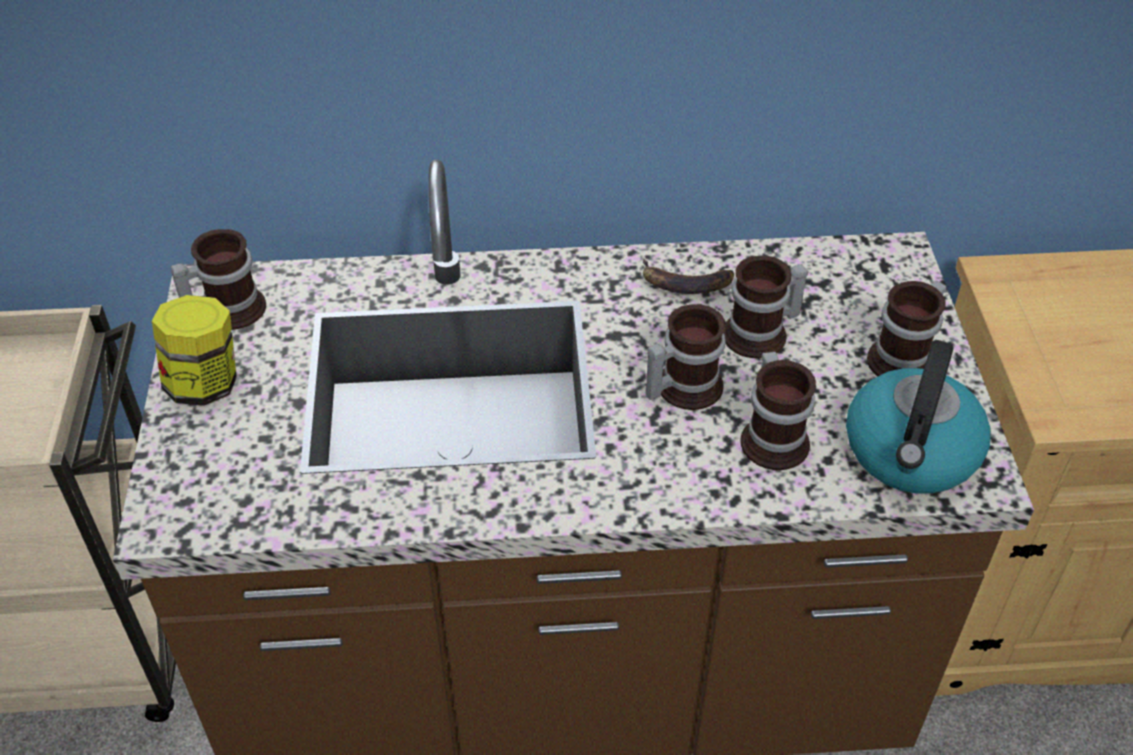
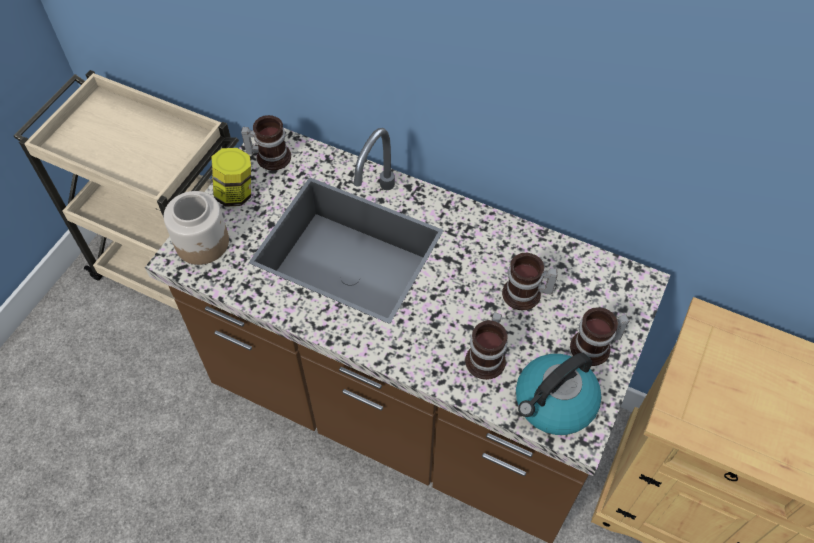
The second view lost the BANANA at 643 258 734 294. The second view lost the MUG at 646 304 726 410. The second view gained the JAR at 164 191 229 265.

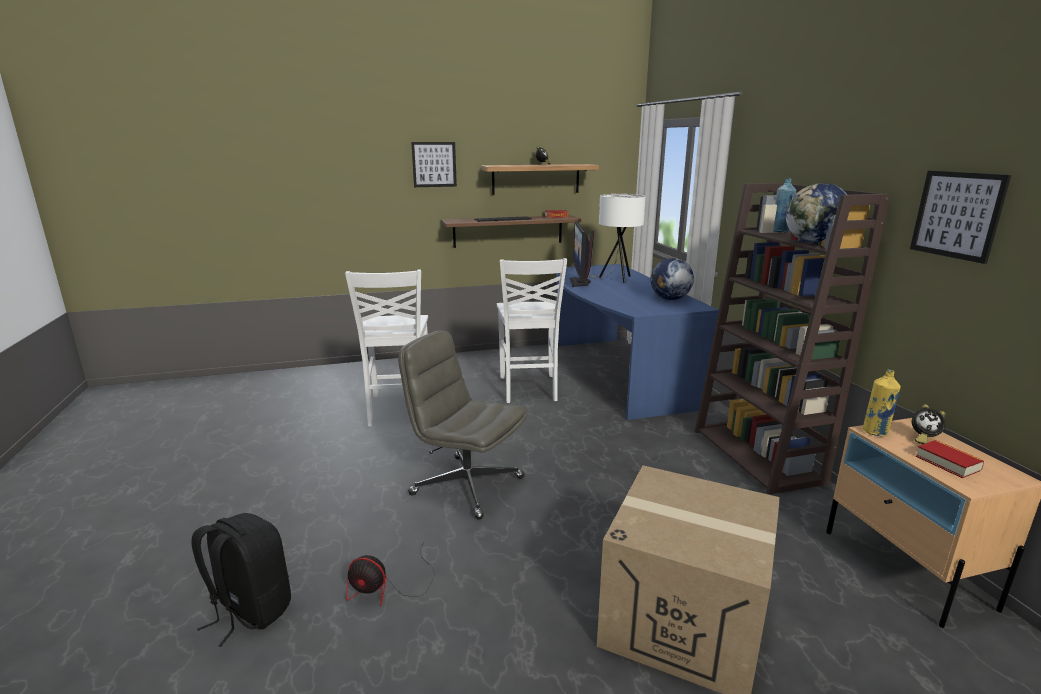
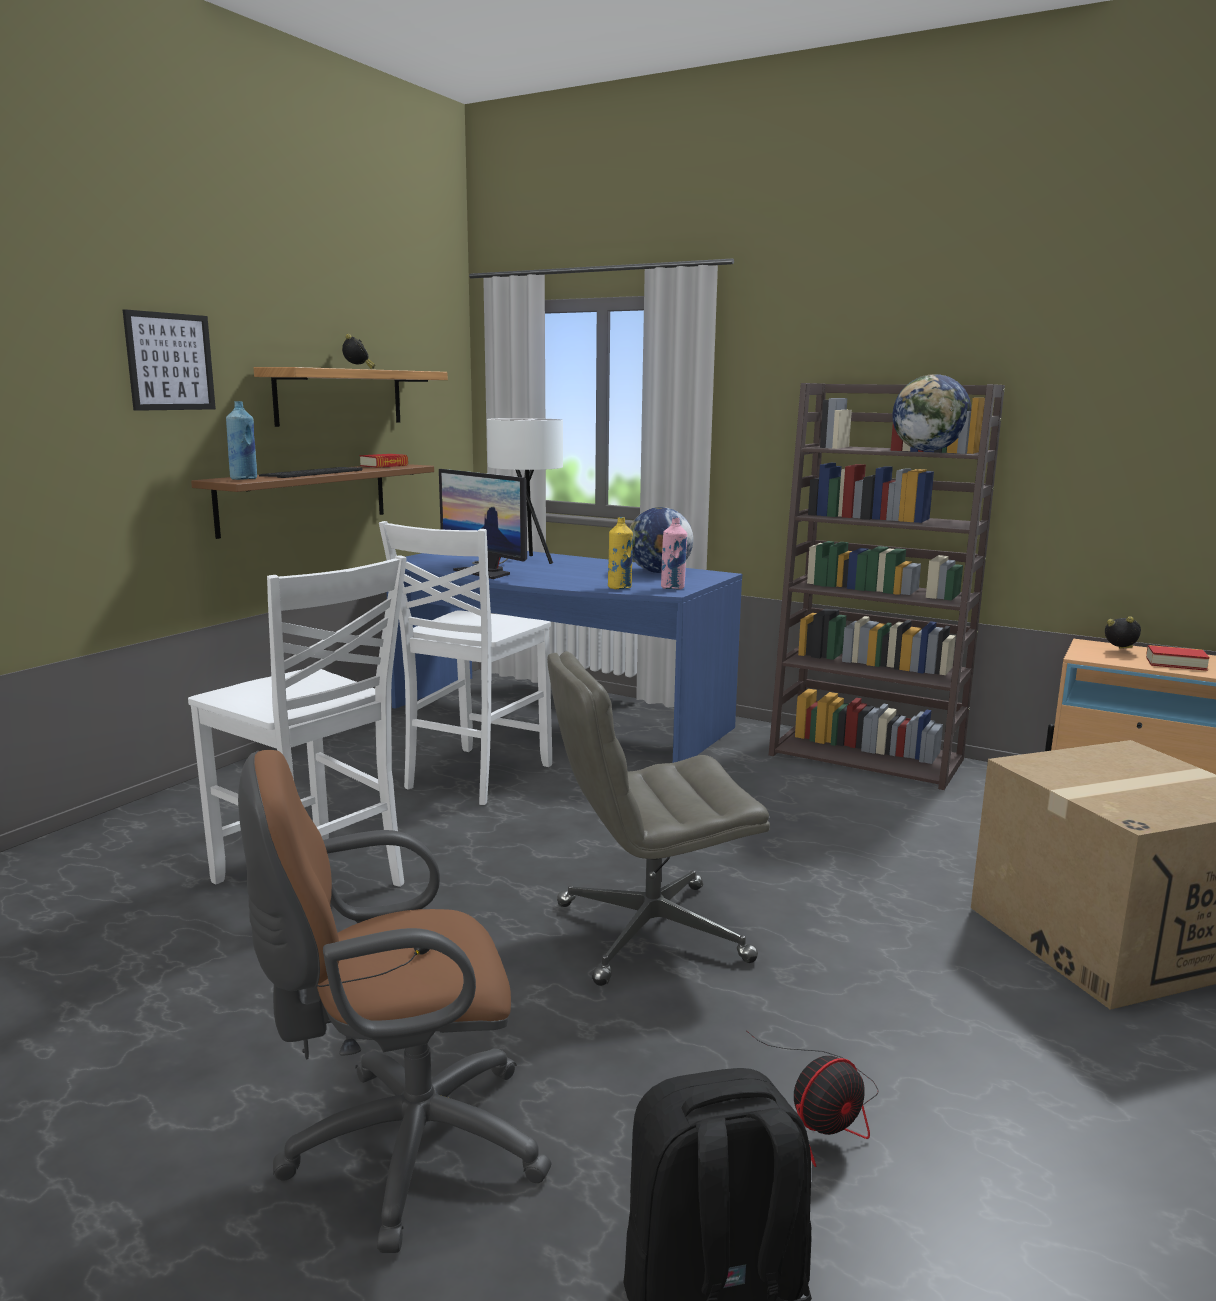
The second view lost the PICTURE at 910 171 1011 264. The second view gained the BROWN OFFICE CHAIR at 238 750 552 1253. The second view gained the PINK BOTTLE at 661 517 687 589. The BLUE BOTTLE ended up elsewhere, having gone from 773 178 796 232 to 226 401 257 480. The YELLOW BOTTLE ended up elsewhere, having gone from 863 370 900 436 to 608 517 633 589. The WHITE CHAIR at 497 258 567 403 ended up facing another way, 75 degrees clockwise from before. The ALARM CLOCK at 912 404 946 444 ended up facing another way, 135 degrees counterclockwise from before.

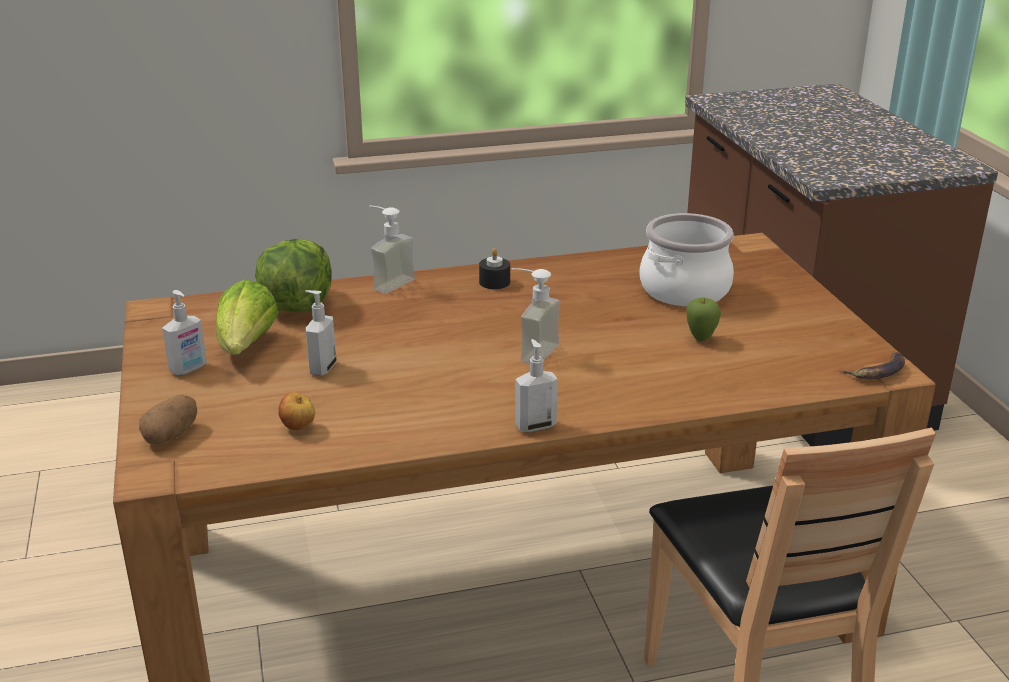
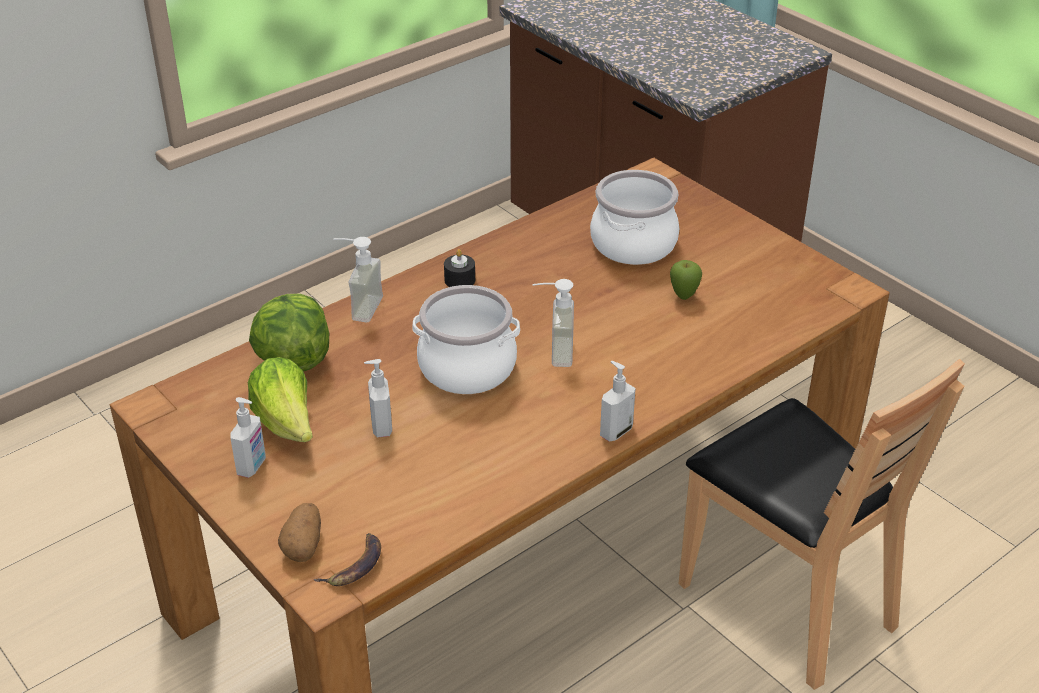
The second view lost the APPLE at 278 392 315 430. The second view gained the COOKING POT at 412 285 520 394. The BANANA ended up elsewhere, having gone from 839 352 905 379 to 314 533 381 586.

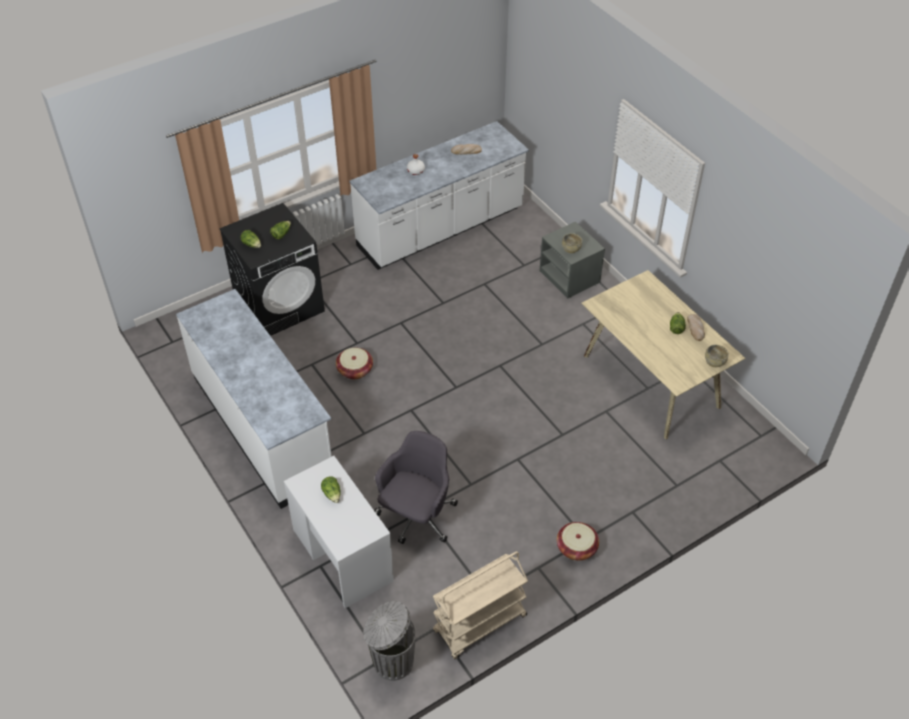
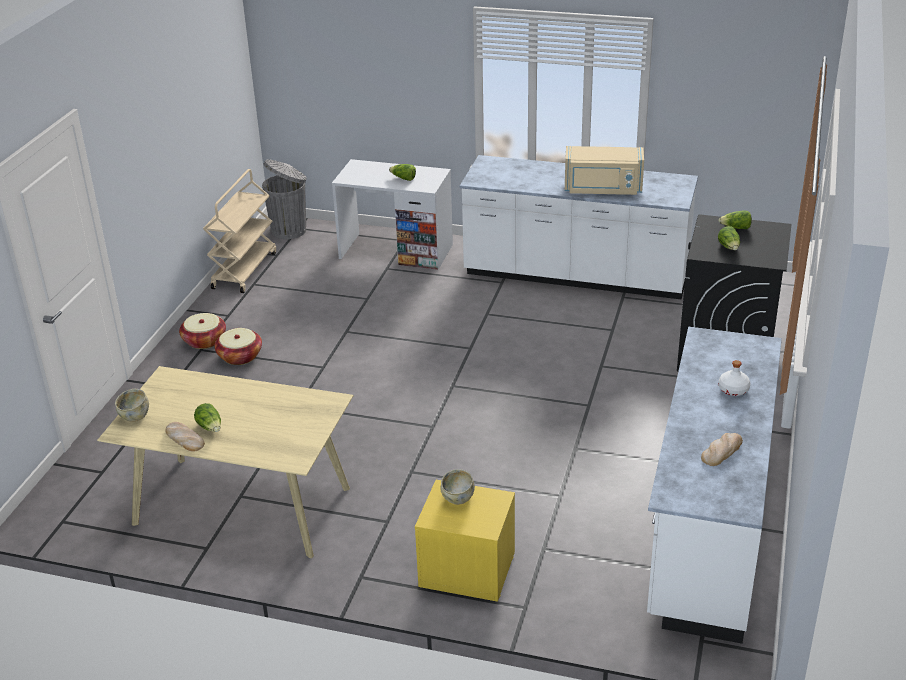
The second view lost the GREY OFFICE CHAIR at 374 431 458 544. The second view gained the BEIGE MICROWAVE at 565 146 644 195. The BASKET ended up elsewhere, having gone from 336 348 373 379 to 215 328 262 365. What was the GREY NIGHTSTAND at 540 222 605 299 turned into the YELLOW NIGHTSTAND at 415 480 515 602.

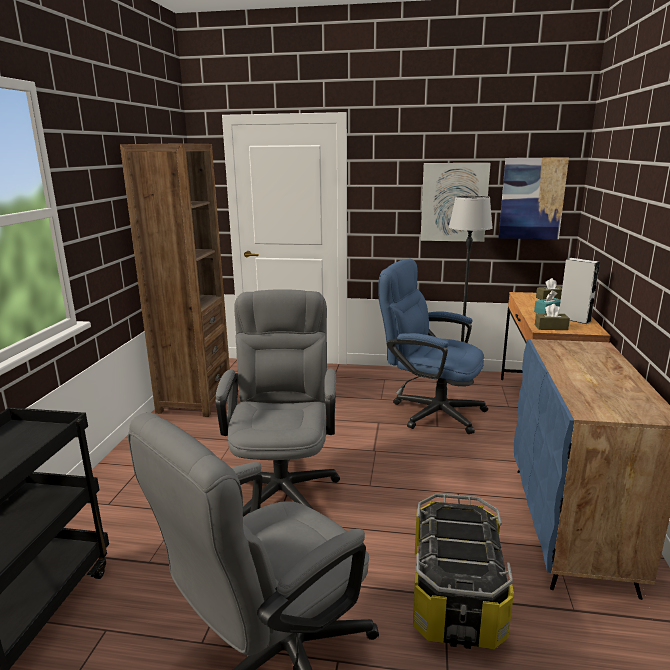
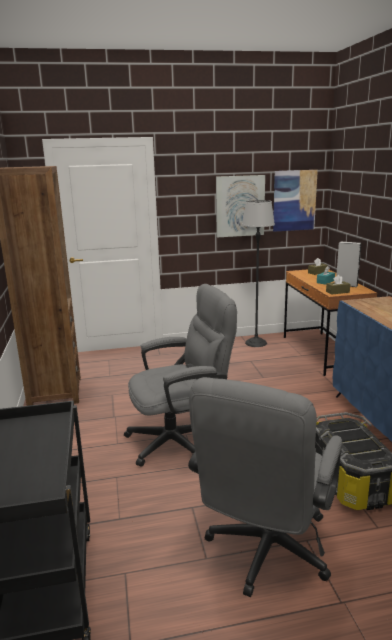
The second view lost the BLUE OFFICE CHAIR at 378 258 488 434. The GREY OFFICE CHAIR at 216 289 340 517 ended up facing another way, 90 degrees clockwise from before.

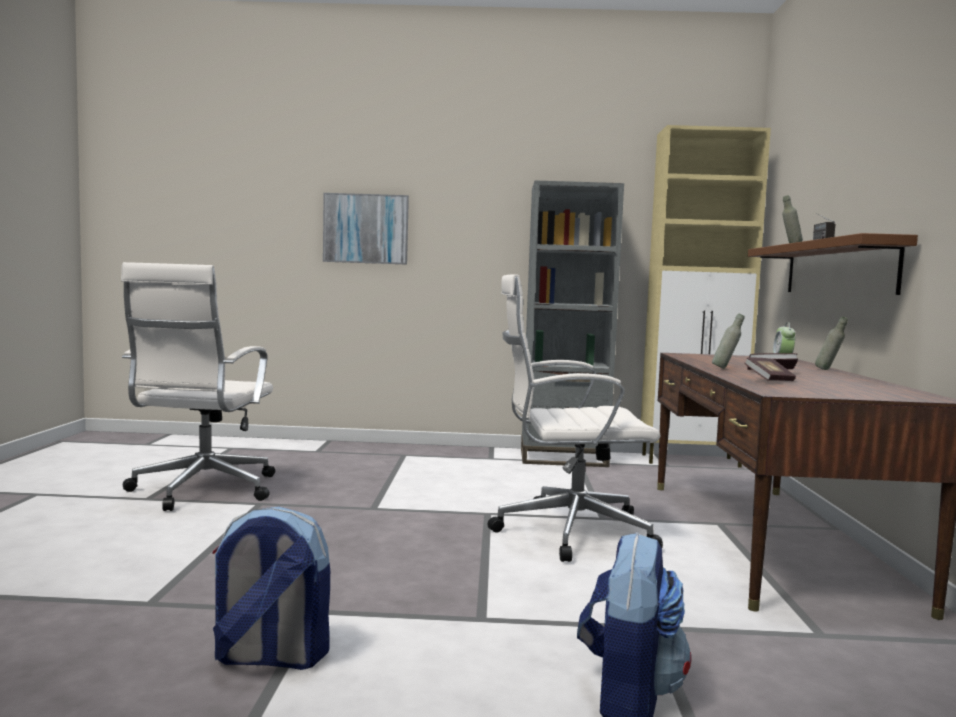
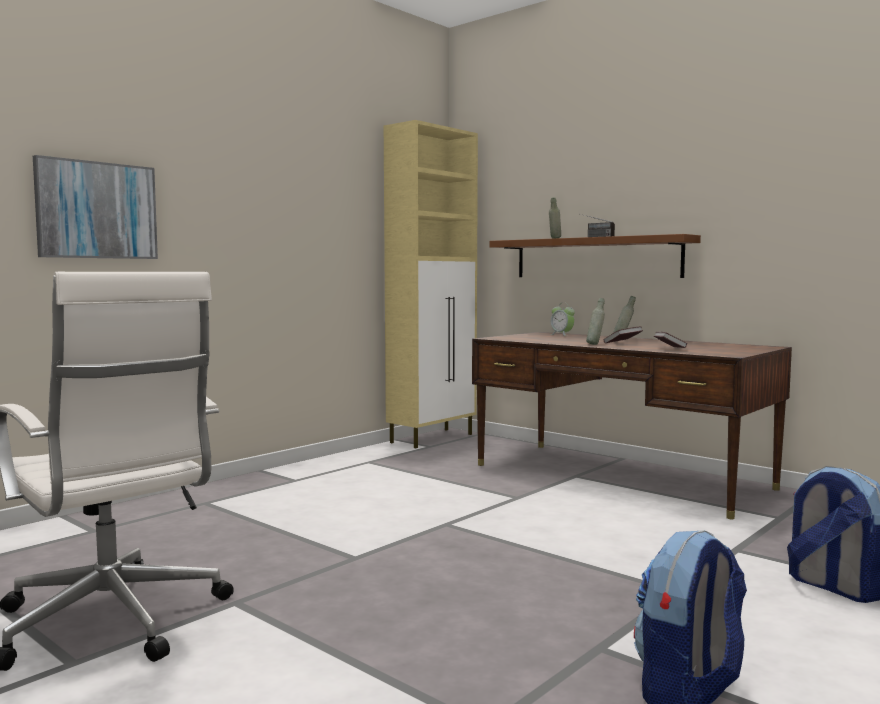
The second view lost the WHITE OFFICE CHAIR at 488 274 663 562. The second view lost the GREY BOOKCASE at 521 181 624 467.

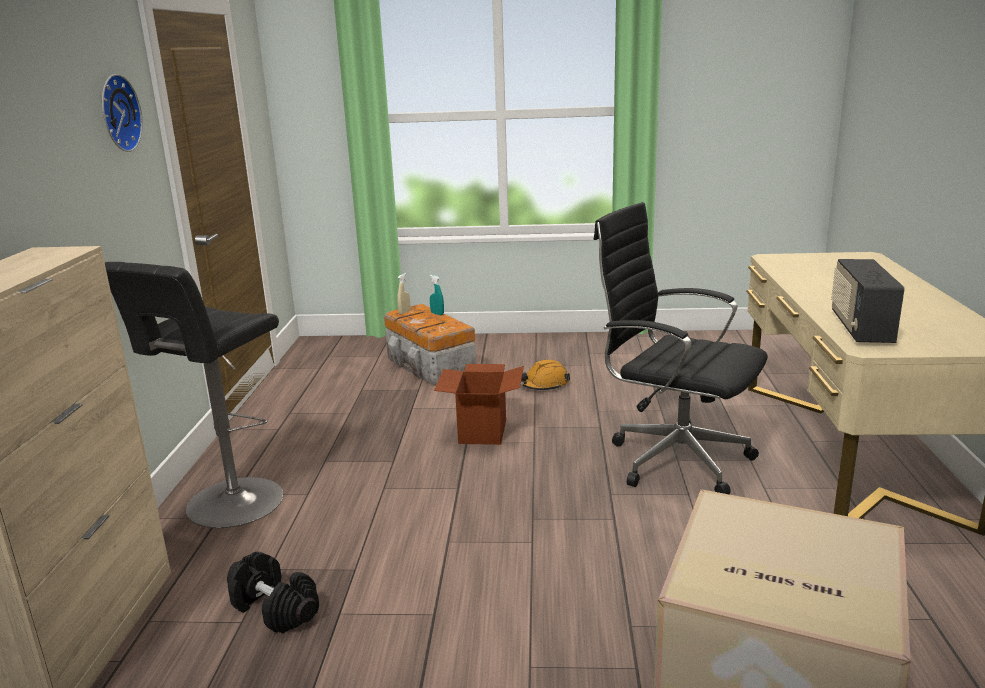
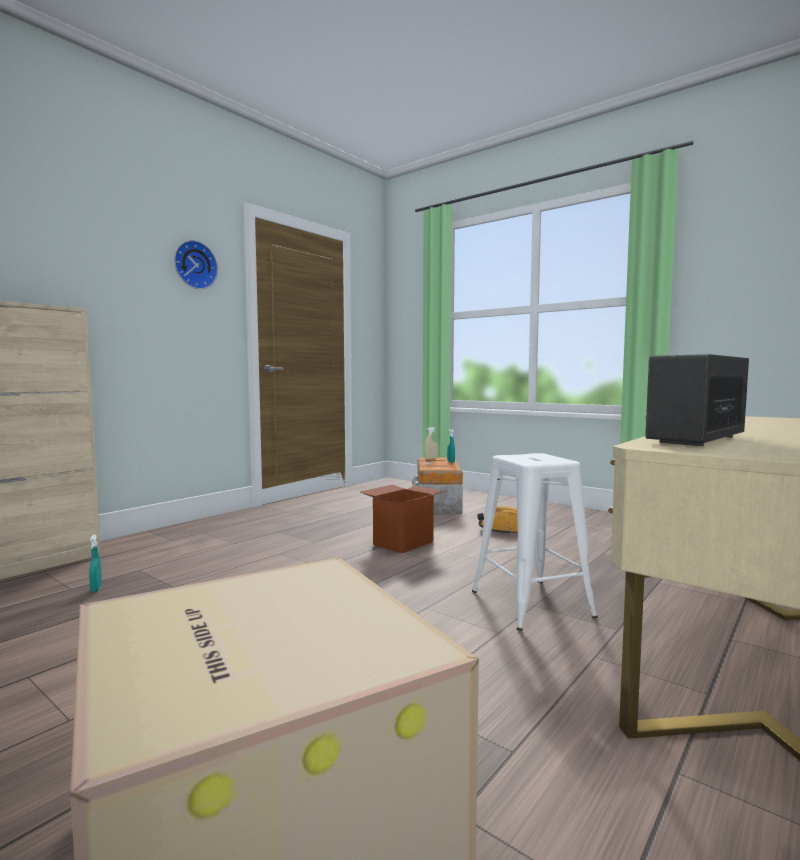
The second view lost the BLACK STOOL at 105 262 283 528. Where the BLACK DUMBBELL stood at 227 552 319 634, the TURQUOISE SPRAY BOTTLE came to stand at 89 534 102 592. Where the BLACK OFFICE CHAIR stood at 594 202 768 494, the WHITE STOOL came to stand at 472 453 598 631.

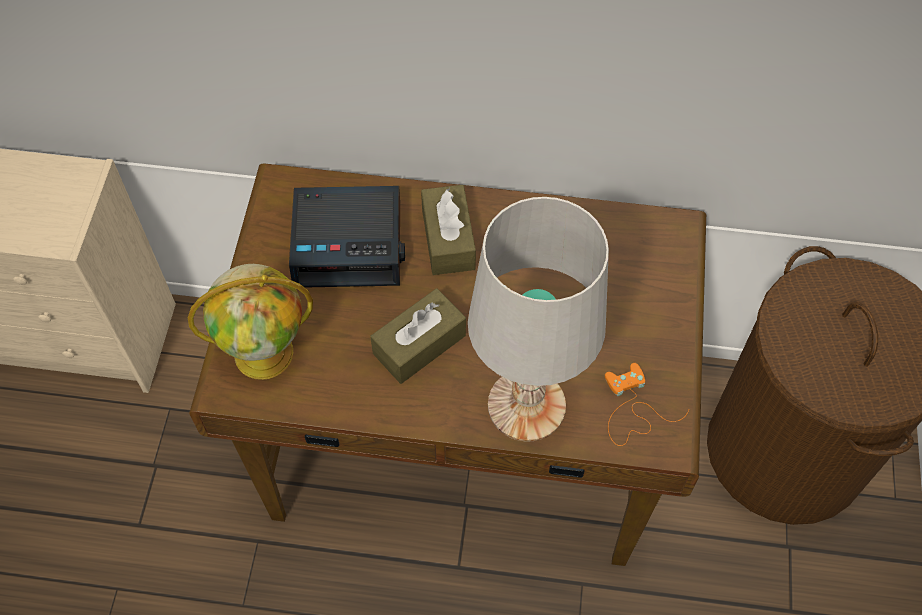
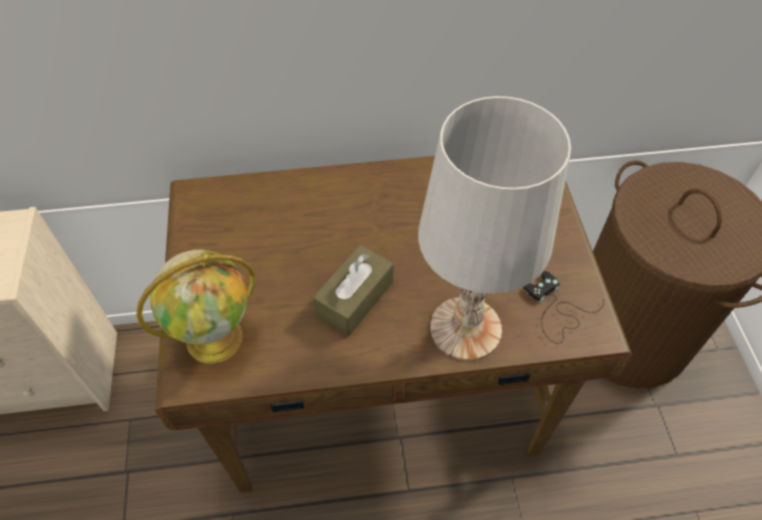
The second view lost the ALARM CLOCK at 289 186 405 288. The second view lost the BROWN TISSUE BOX at 421 185 476 275. What was the ORANGE GAME CONTROLLER at 605 363 689 446 turned into the BLACK GAME CONTROLLER at 523 271 604 344.

